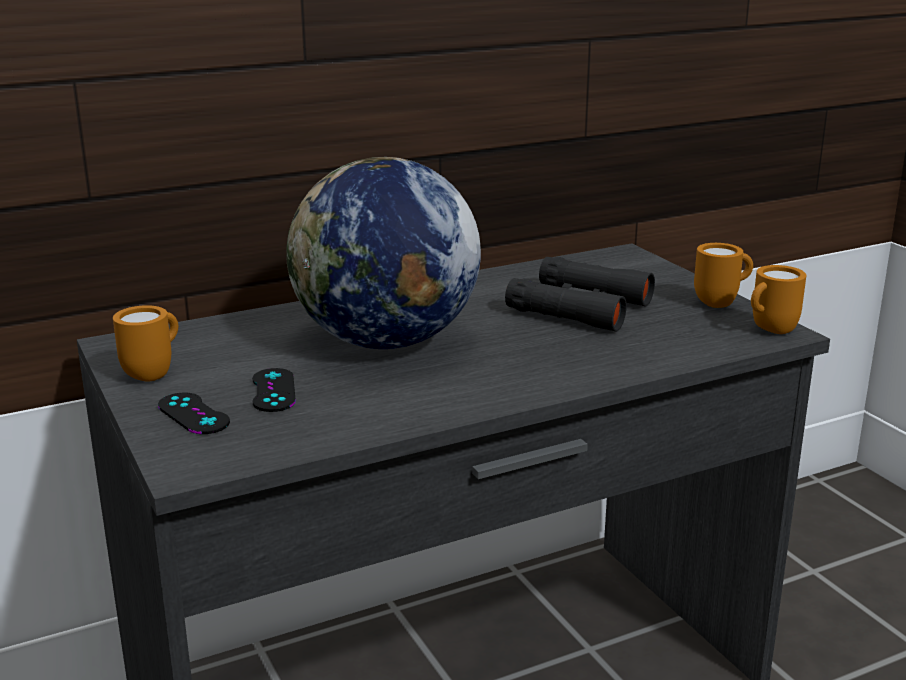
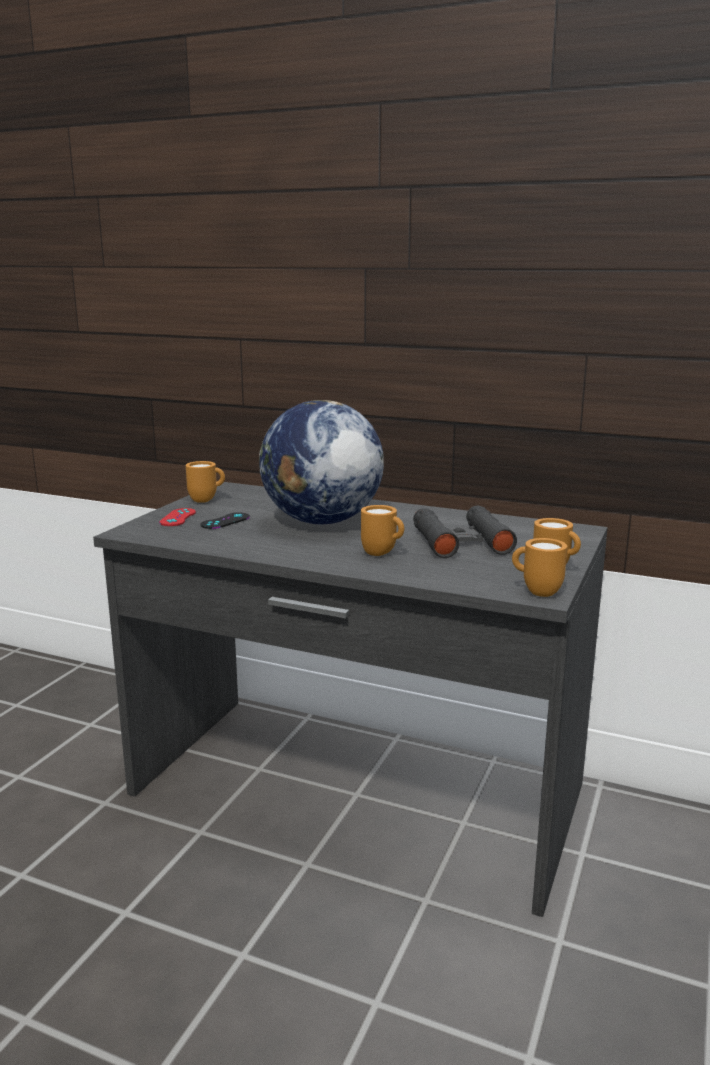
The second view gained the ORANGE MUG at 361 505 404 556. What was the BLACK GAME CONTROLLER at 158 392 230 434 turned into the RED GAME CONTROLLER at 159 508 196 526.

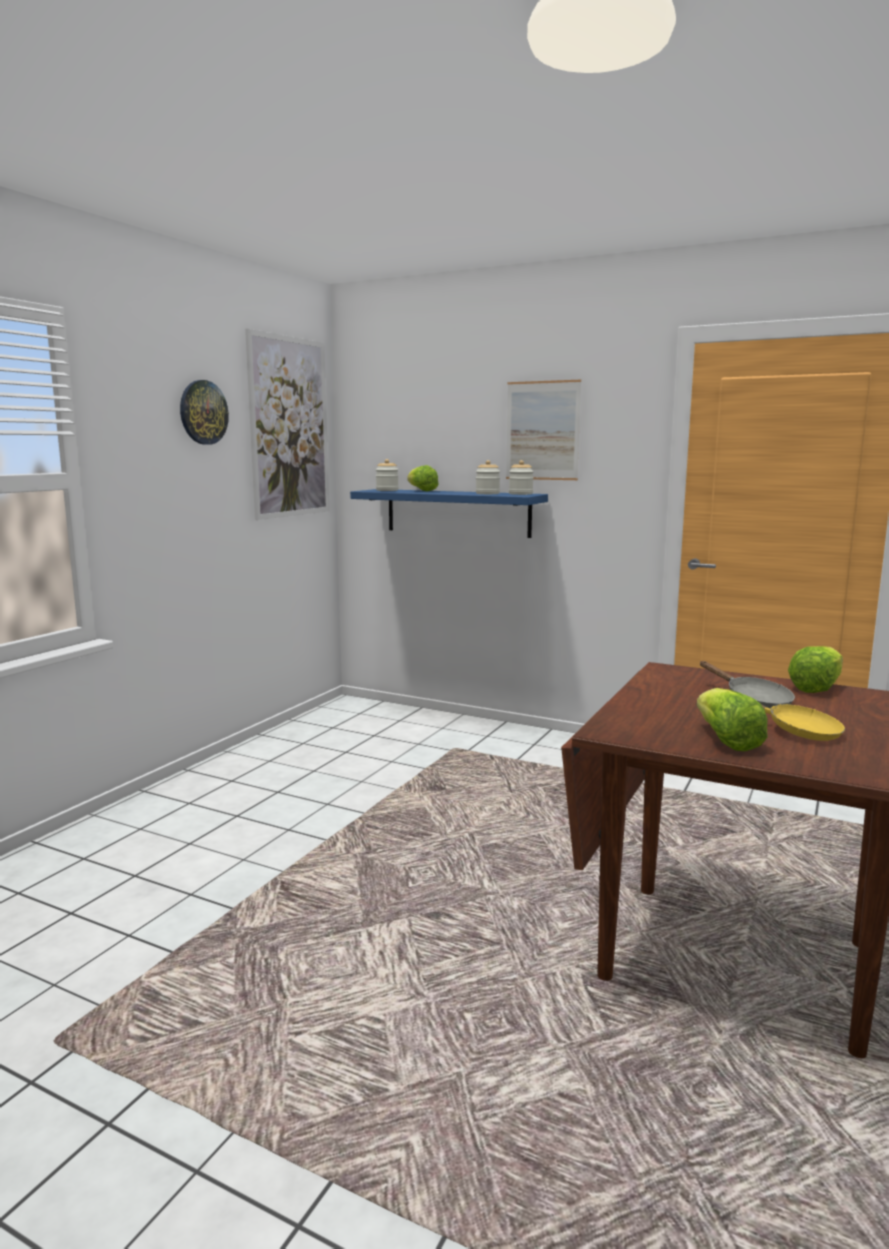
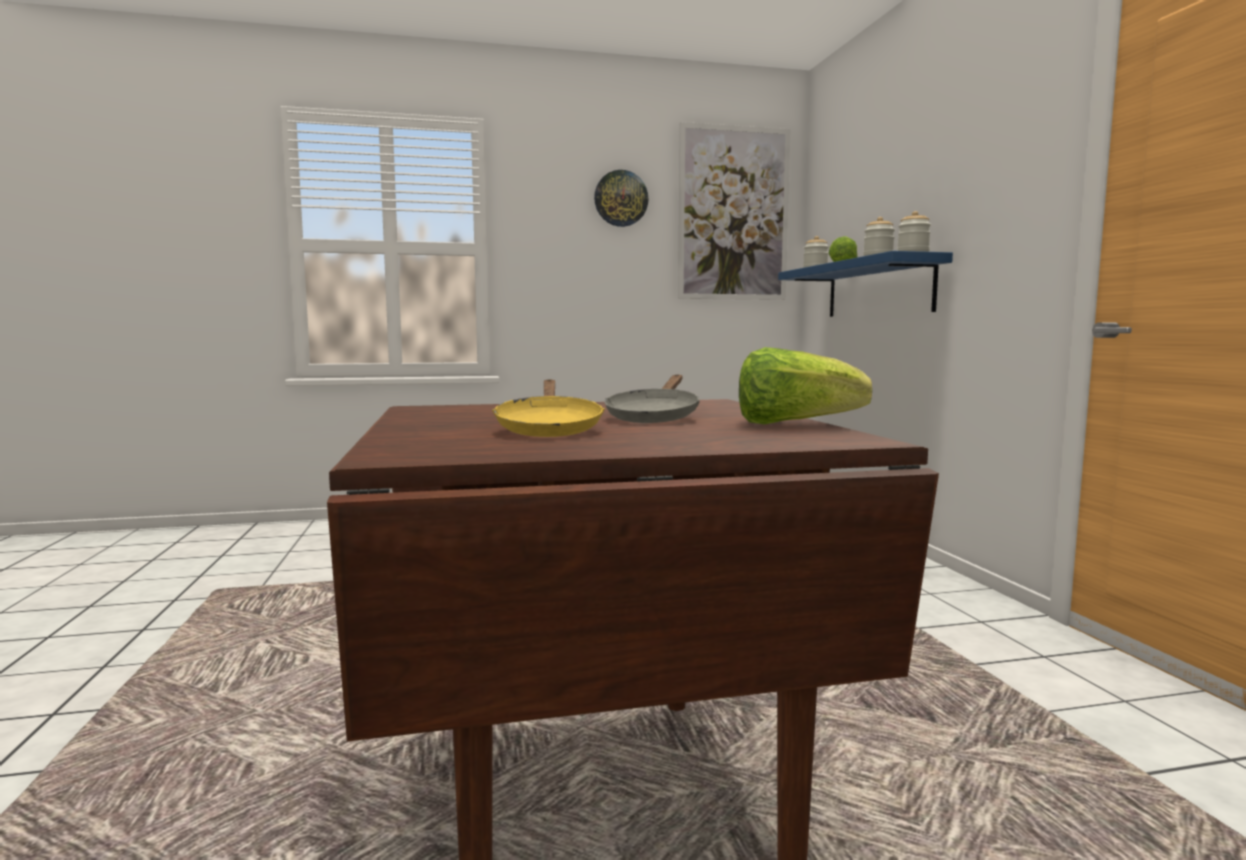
The second view lost the PICTURE at 506 380 581 480. The second view lost the LETTUCE at 697 688 768 751.

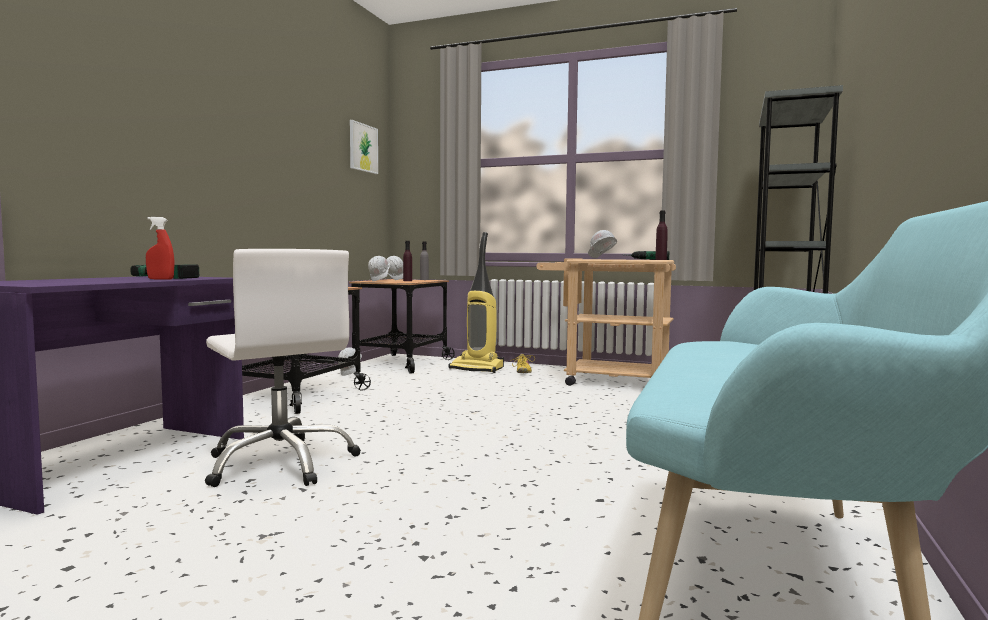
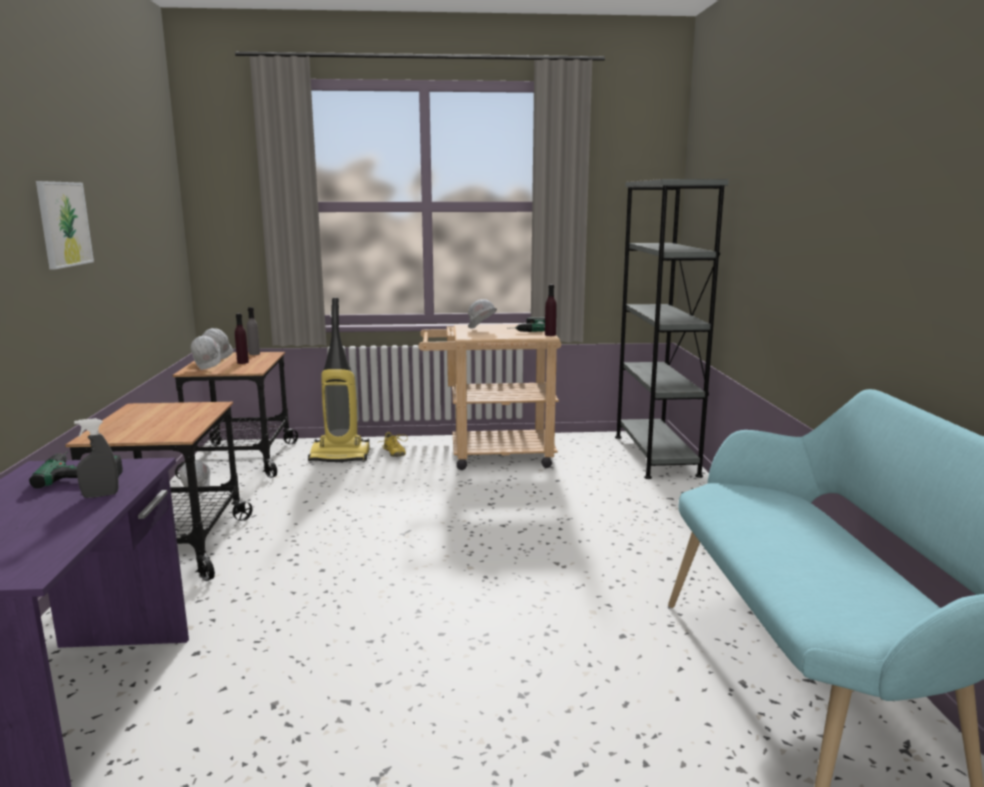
The second view lost the WHITE OFFICE CHAIR at 205 249 361 487. The PICTURE ended up elsewhere, having gone from 350 120 378 174 to 36 181 94 269. What was the RED SPRAY BOTTLE at 146 217 175 280 turned into the GREY SPRAY BOTTLE at 74 418 118 498.

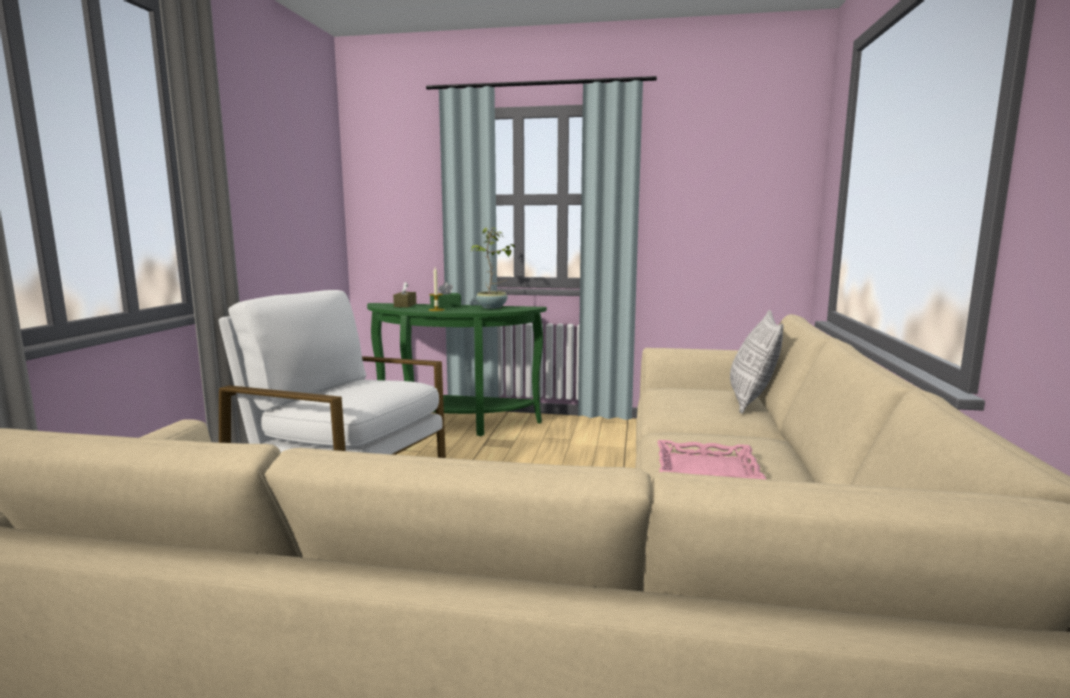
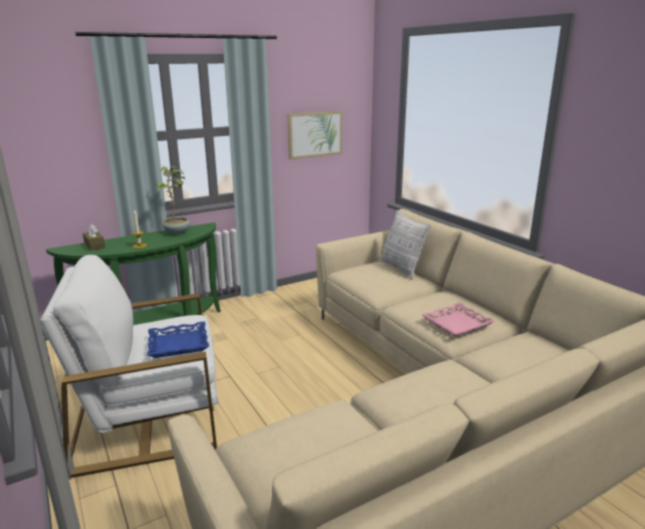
The second view lost the GREEN TISSUE BOX at 430 282 461 308. The second view gained the BLUE TRAY at 147 321 209 358. The second view gained the PICTURE at 287 111 342 159.

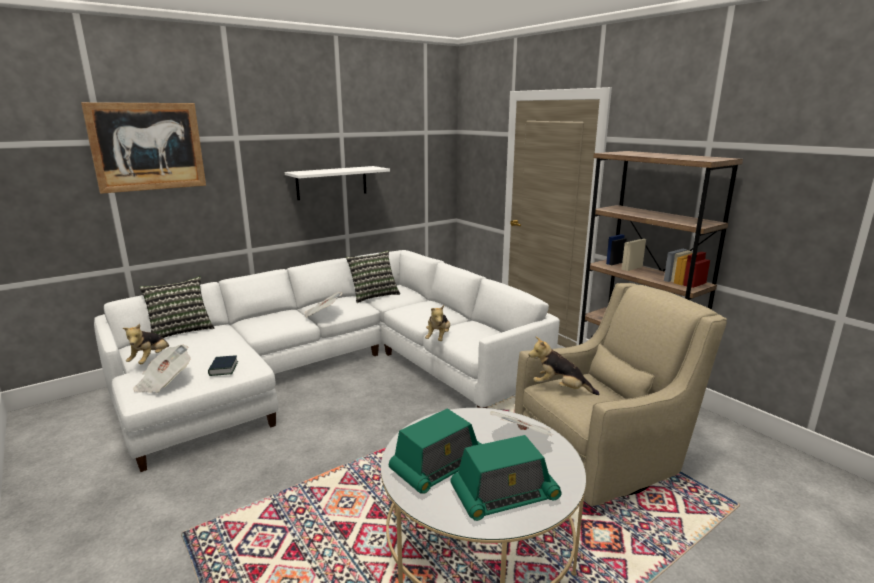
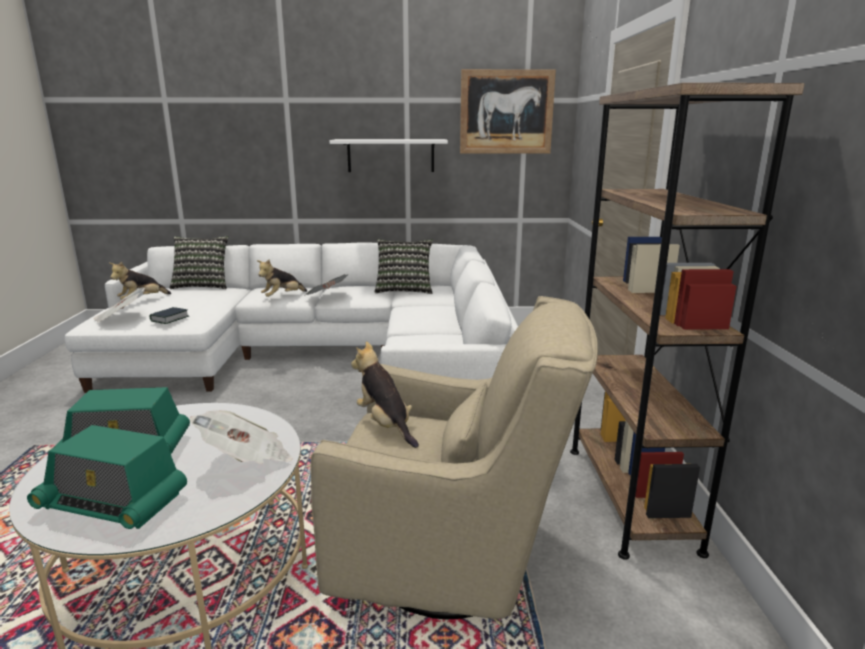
The PICTURE ended up elsewhere, having gone from 81 102 206 194 to 460 69 556 154. The PLUSH TOY ended up elsewhere, having gone from 425 305 450 341 to 257 259 307 297.

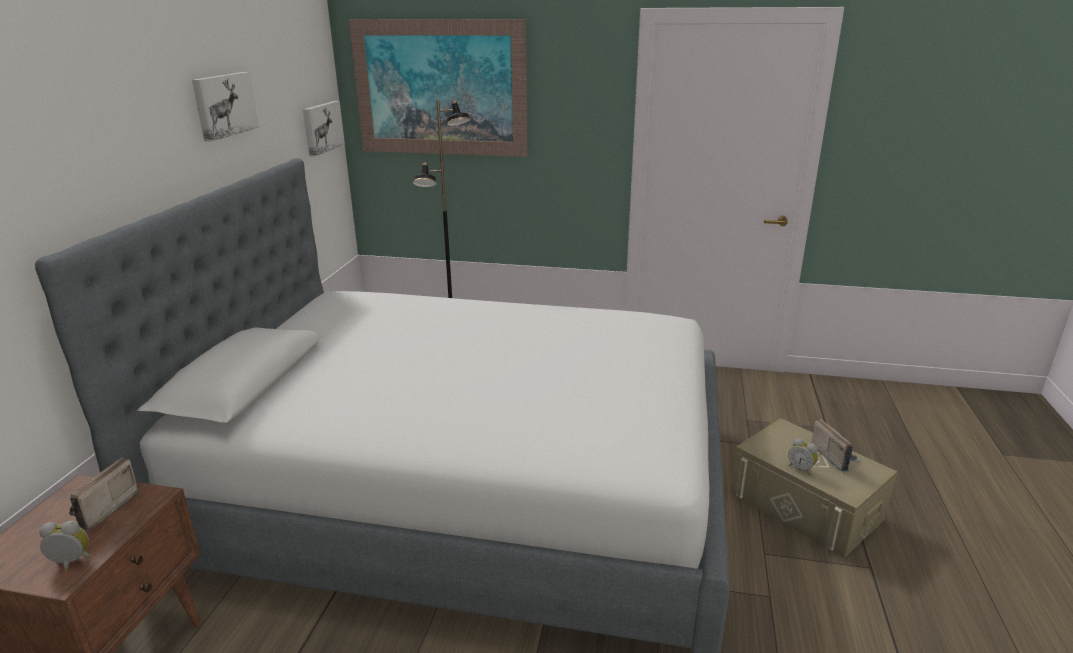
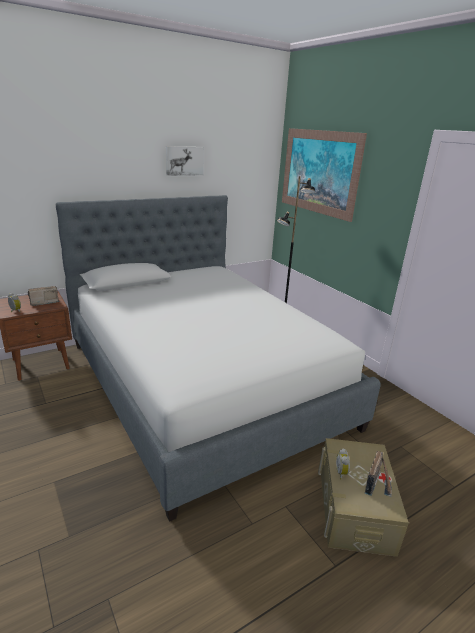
The second view lost the PICTURE at 303 101 345 157.

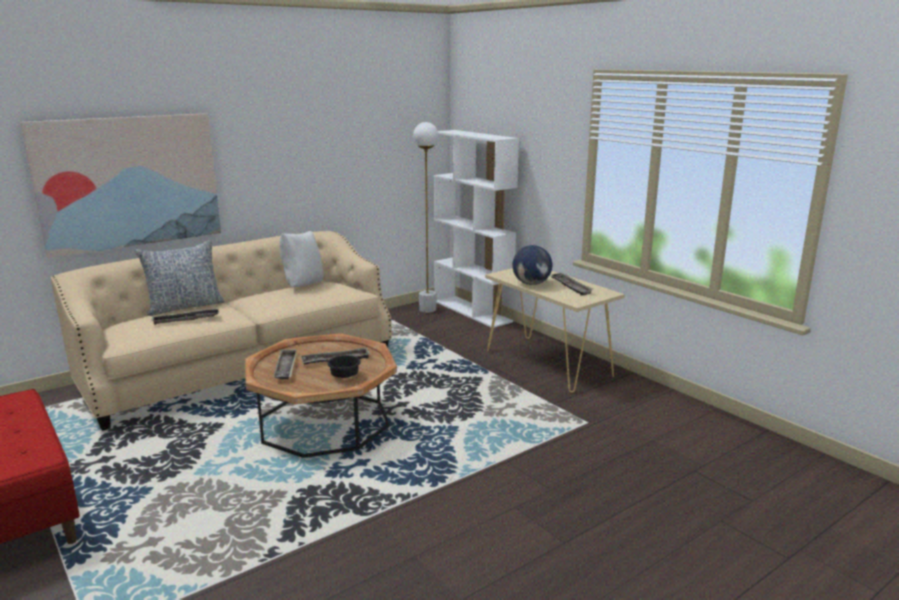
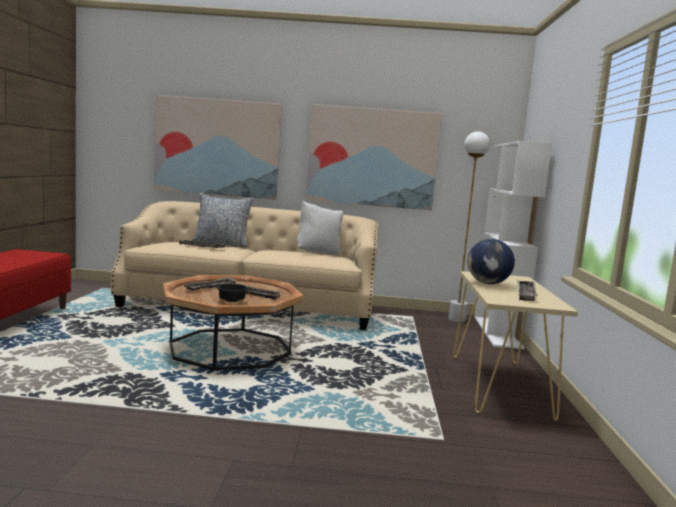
The second view gained the PICTURE at 306 104 442 210.

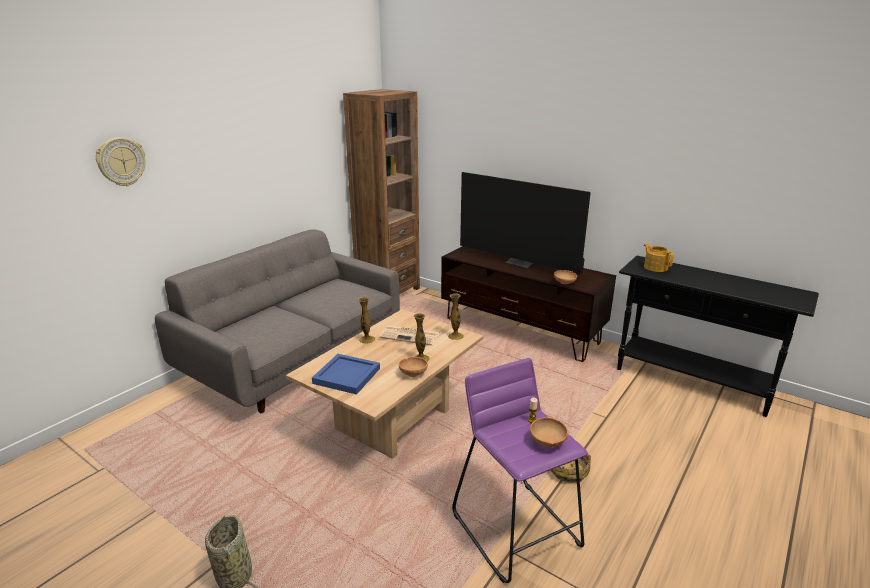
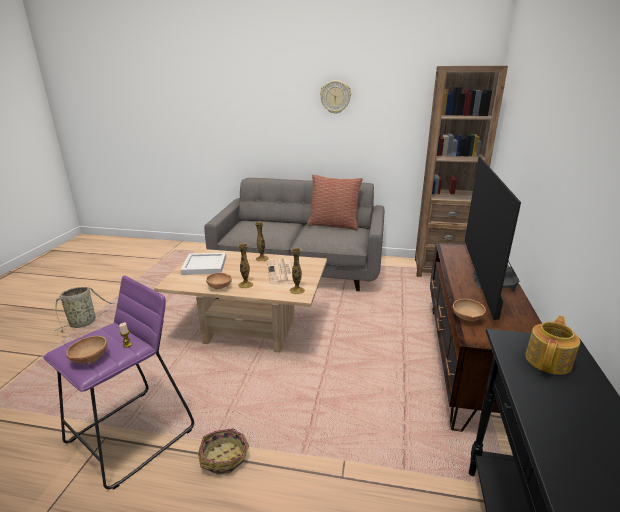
The second view gained the PILLOW at 307 175 363 231. The WALL CLOCK ended up elsewhere, having gone from 96 137 146 186 to 320 80 351 114. What was the BLUE TRAY at 312 354 380 395 turned into the WHITE TRAY at 181 253 226 275.

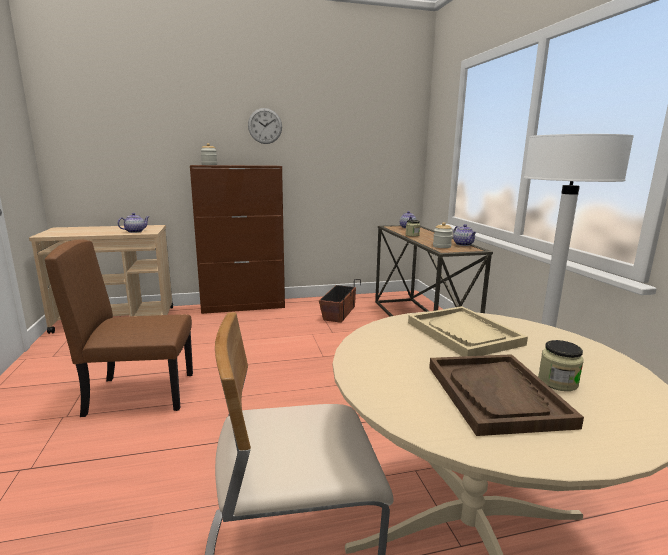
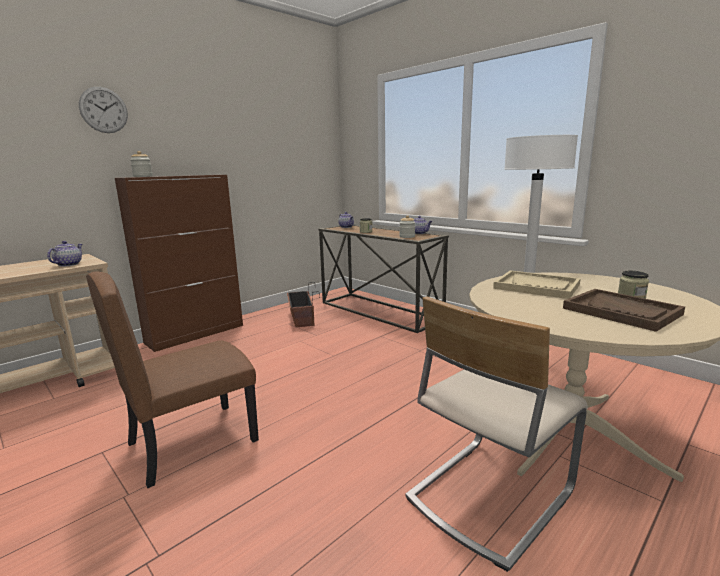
The WALL CLOCK ended up elsewhere, having gone from 248 108 282 144 to 79 87 128 133.

